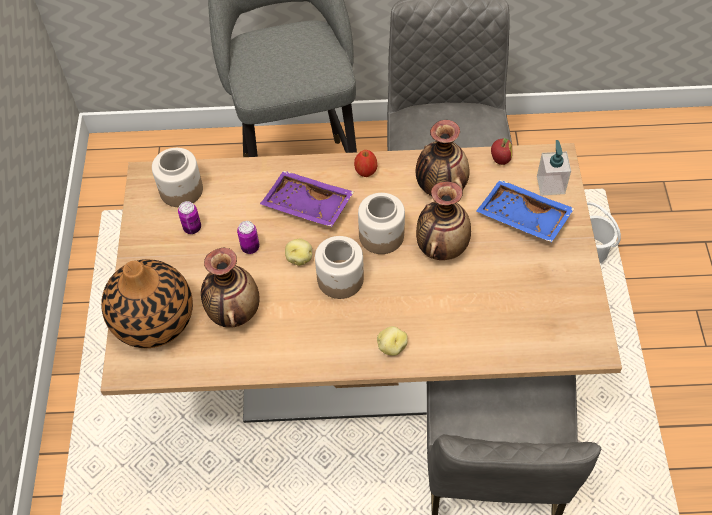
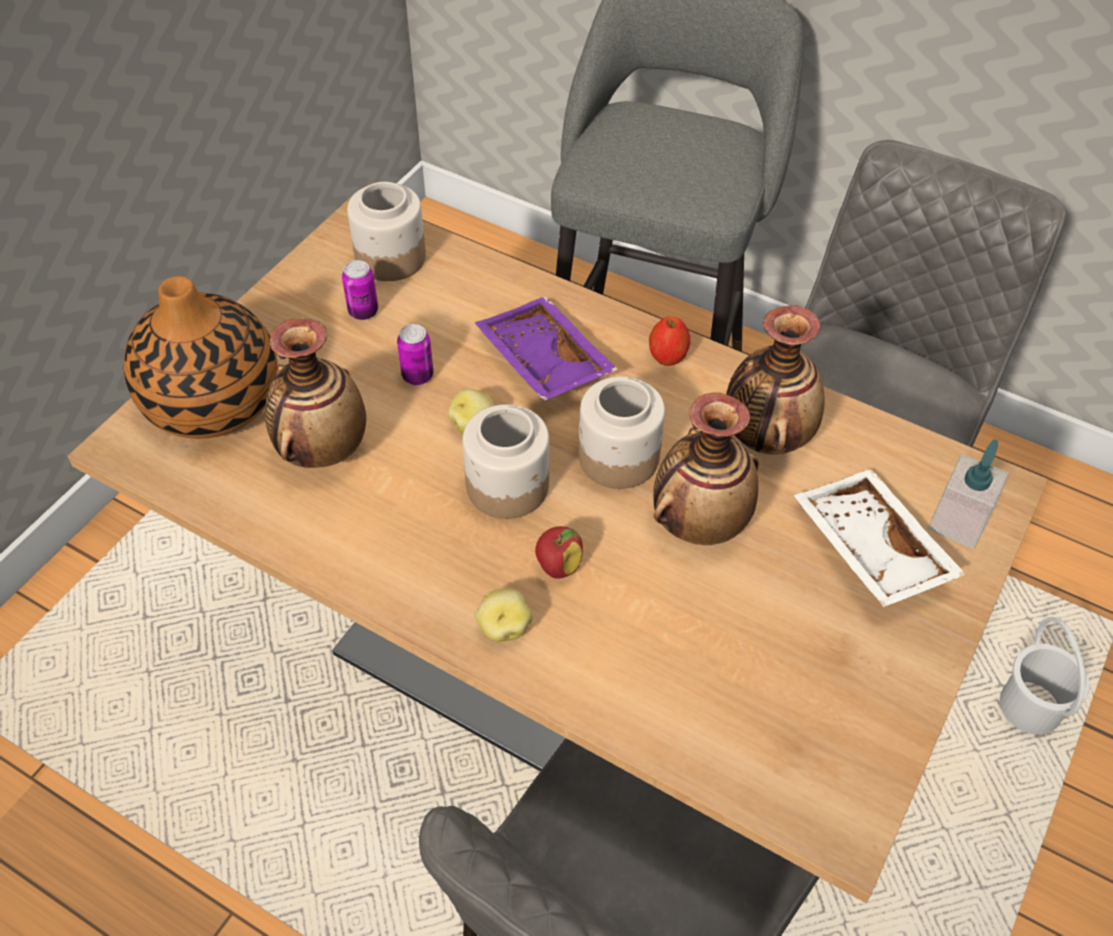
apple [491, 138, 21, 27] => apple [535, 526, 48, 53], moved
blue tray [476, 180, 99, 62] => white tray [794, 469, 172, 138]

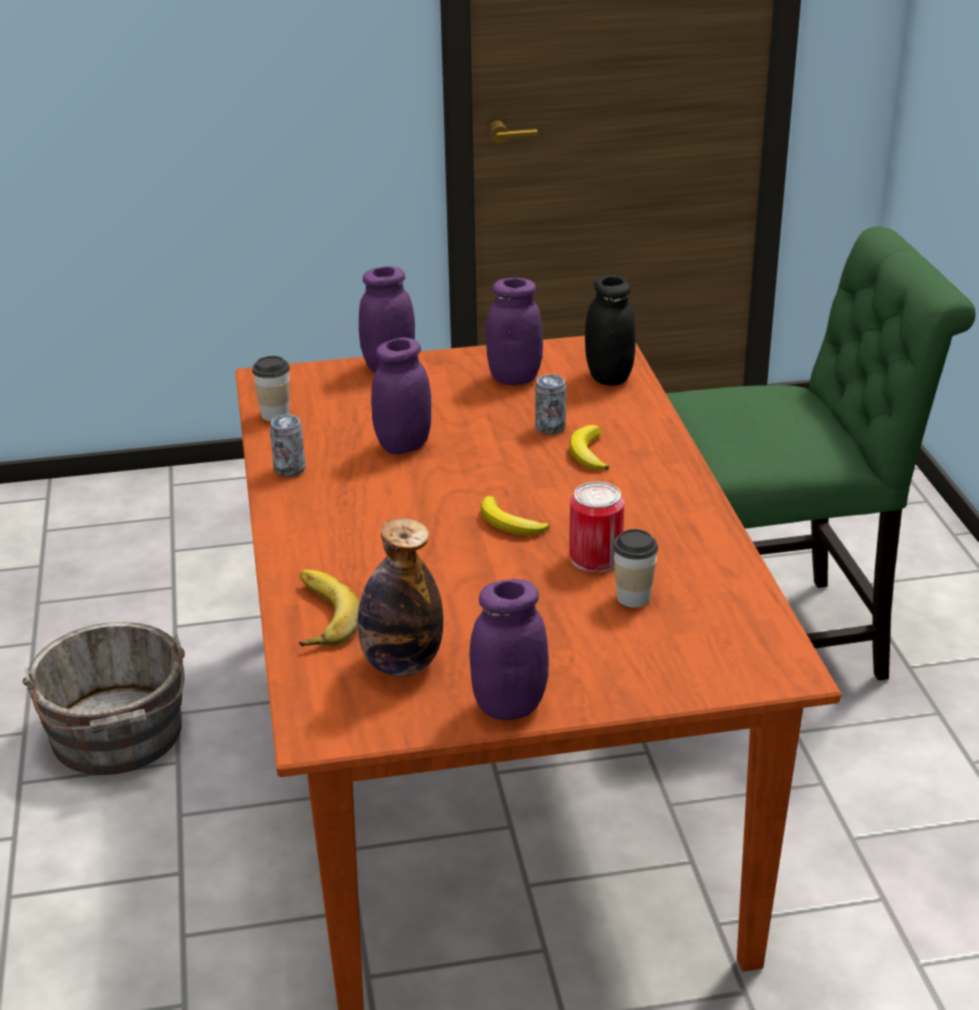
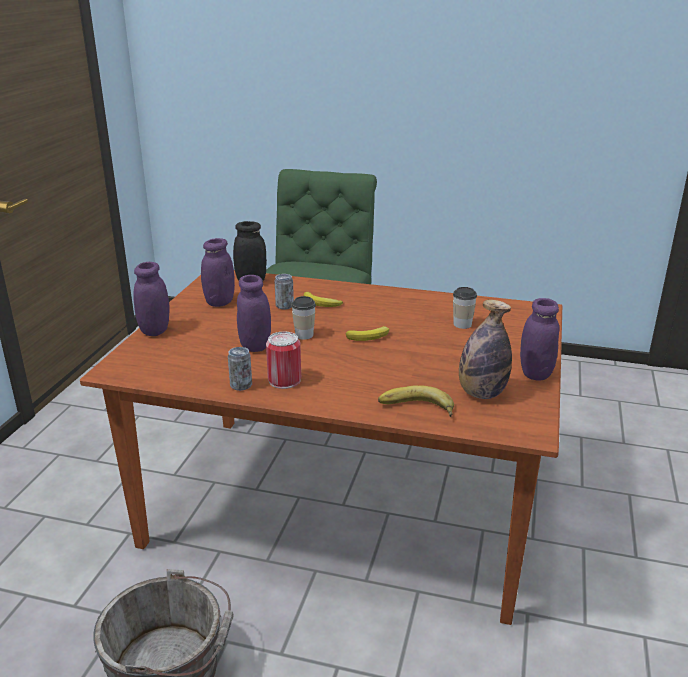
cup [252, 356, 38, 65] => cup [291, 296, 25, 44], moved
can [569, 482, 55, 91] => can [266, 332, 35, 57], moved

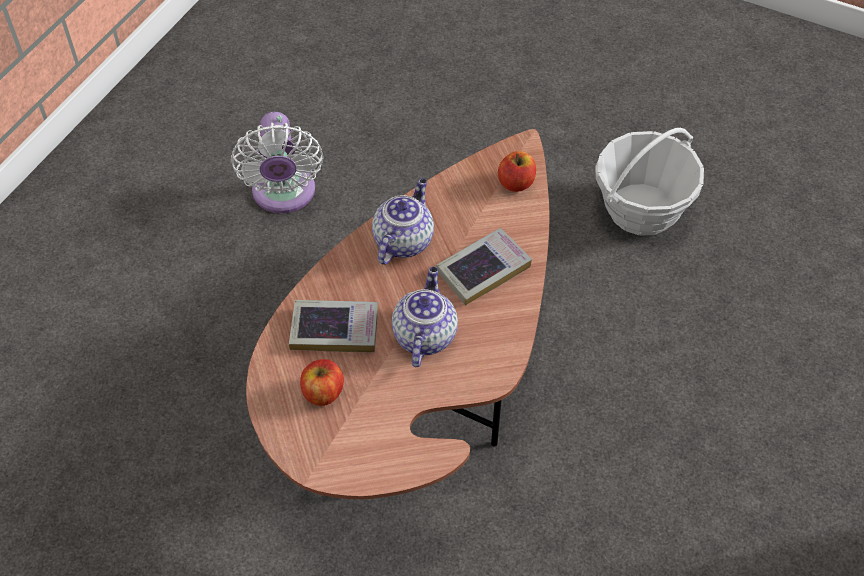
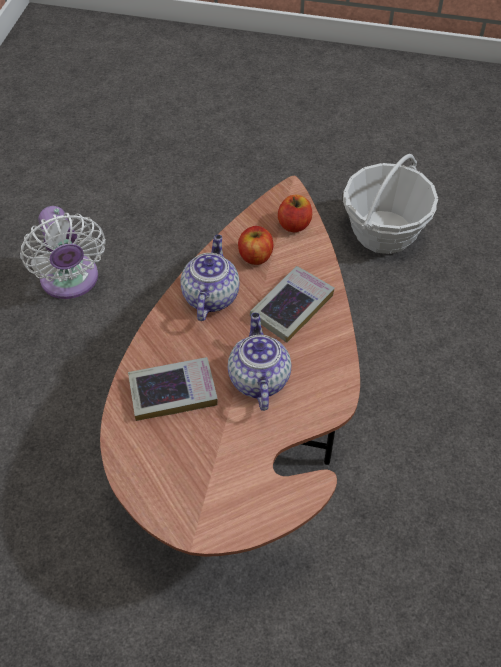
apple [300, 359, 44, 47] => apple [238, 226, 35, 39], moved

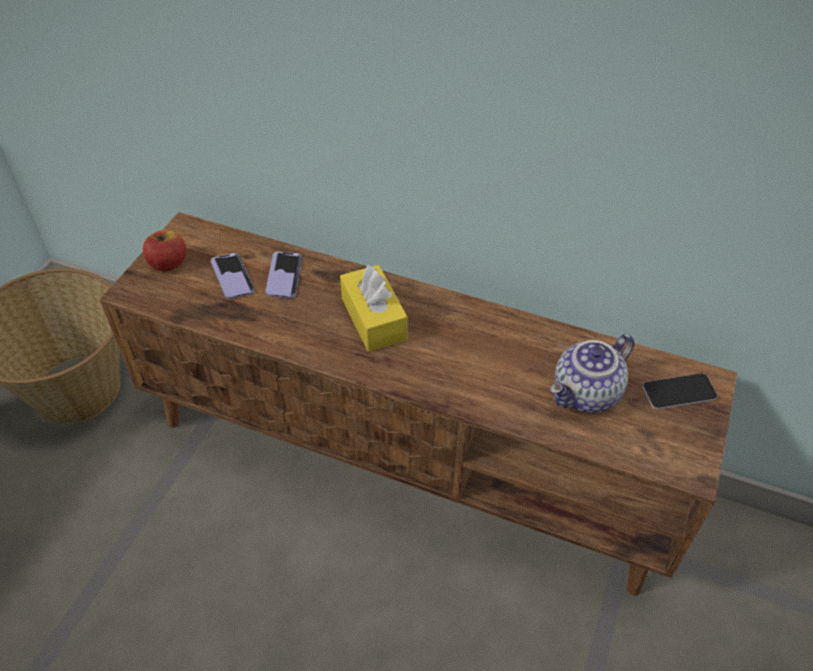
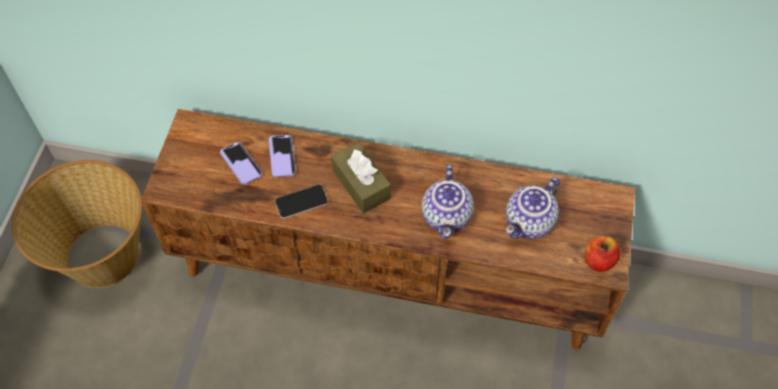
nothing => teapot [422, 165, 52, 74]
apple [143, 230, 44, 41] => apple [585, 236, 35, 36], moved
phone [642, 373, 76, 37] => phone [275, 184, 53, 35], moved
yellow tissue box [340, 264, 68, 88] => brown tissue box [331, 142, 60, 71]

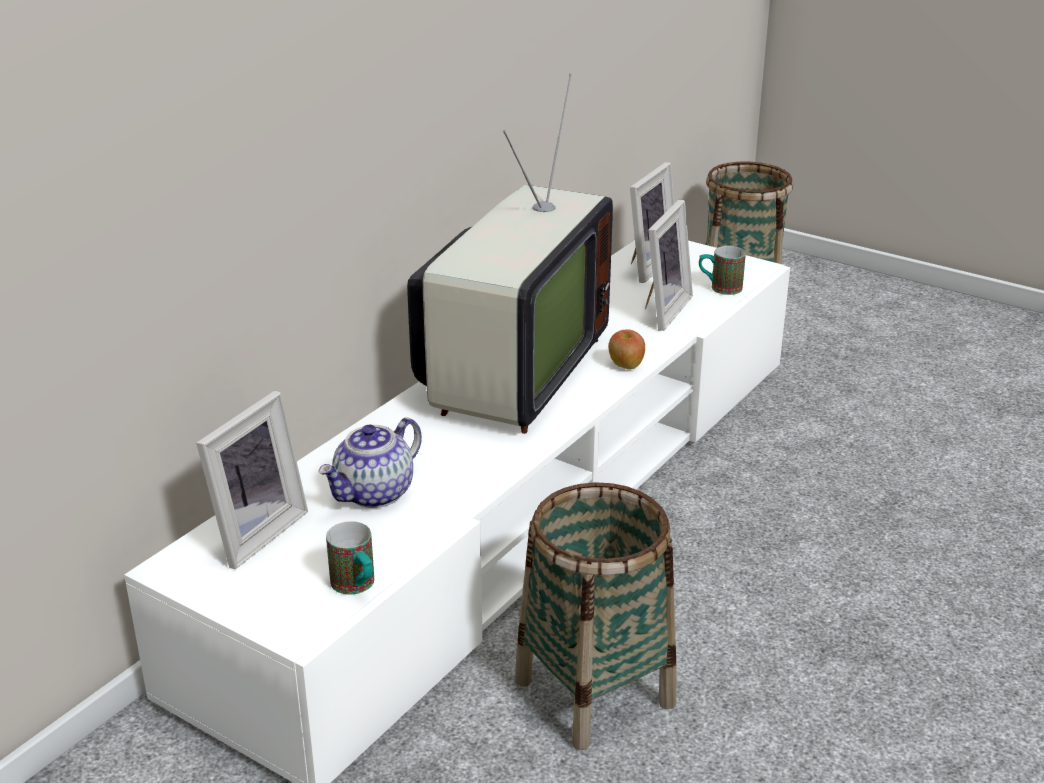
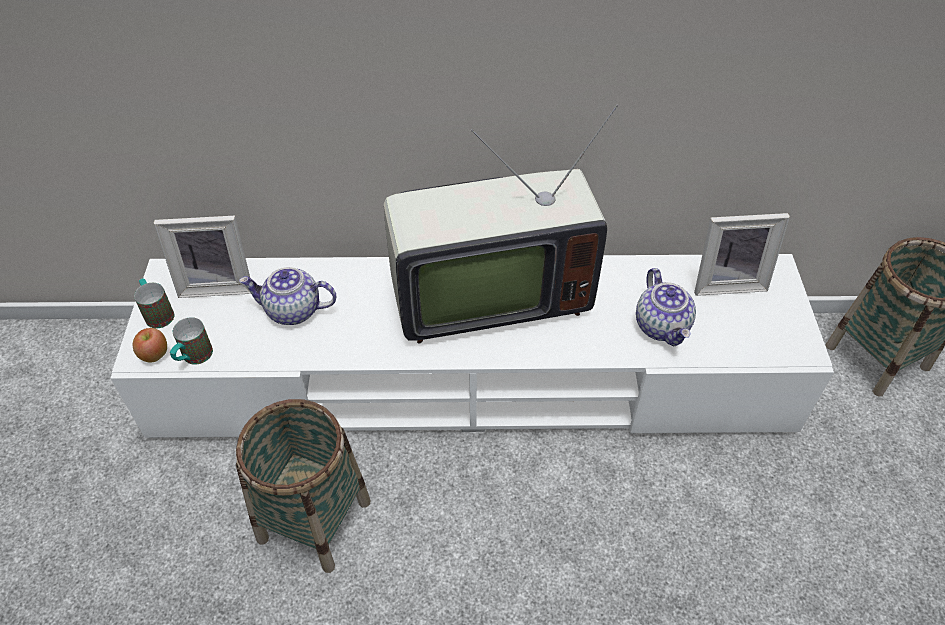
apple [609, 330, 36, 39] => apple [133, 328, 34, 35], moved
mug [699, 246, 47, 49] => mug [134, 278, 40, 50], moved
picture frame [645, 200, 48, 131] => teapot [636, 268, 60, 78]

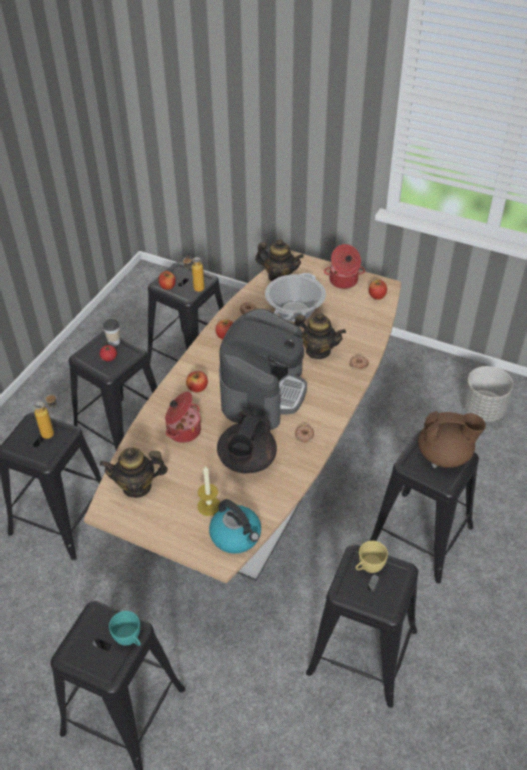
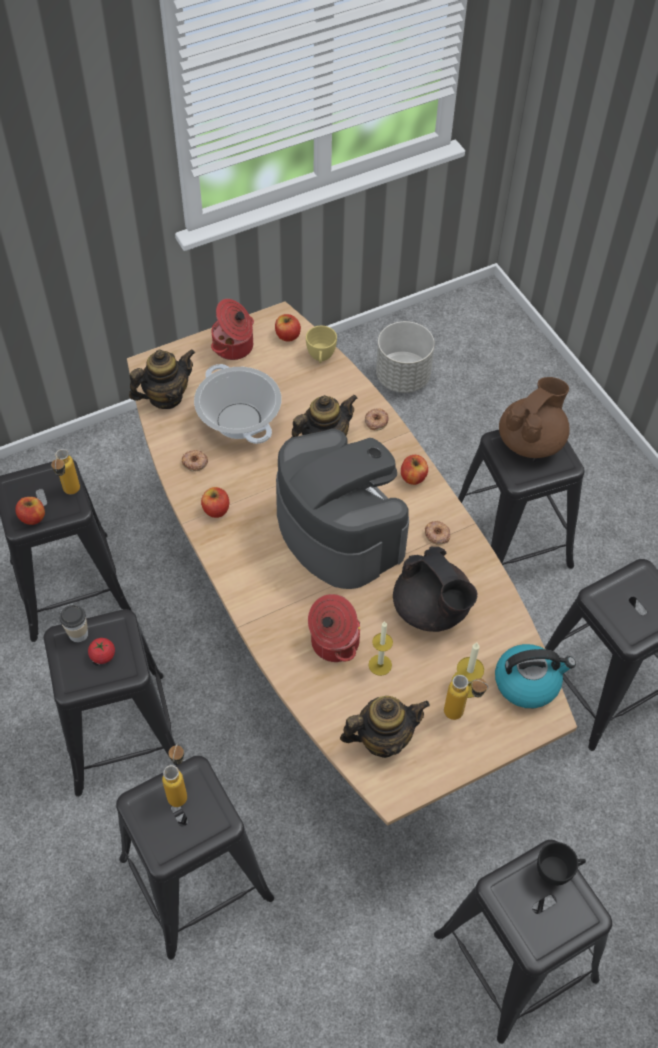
nothing => candle [368, 622, 25, 54]
nothing => bottle [444, 675, 44, 45]
apple [186, 371, 22, 21] => apple [401, 455, 27, 30], moved
yellow cup [355, 541, 33, 32] => yellow cup [306, 326, 31, 37], moved
turquoise cup [109, 611, 32, 35] => black cup [537, 842, 49, 44]
teapot [100, 448, 68, 50] => teapot [340, 696, 90, 62], 135 degrees counterclockwise

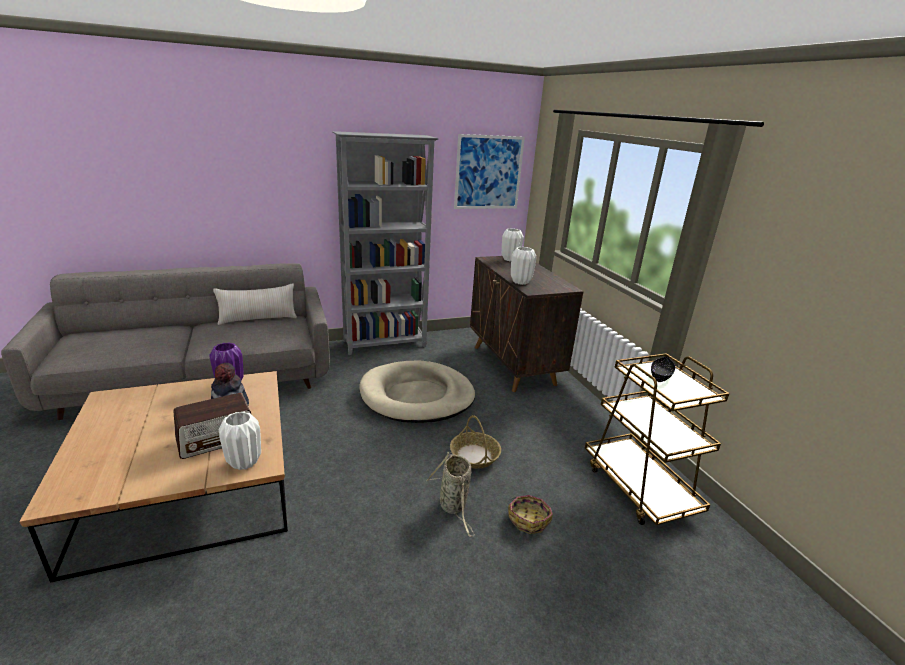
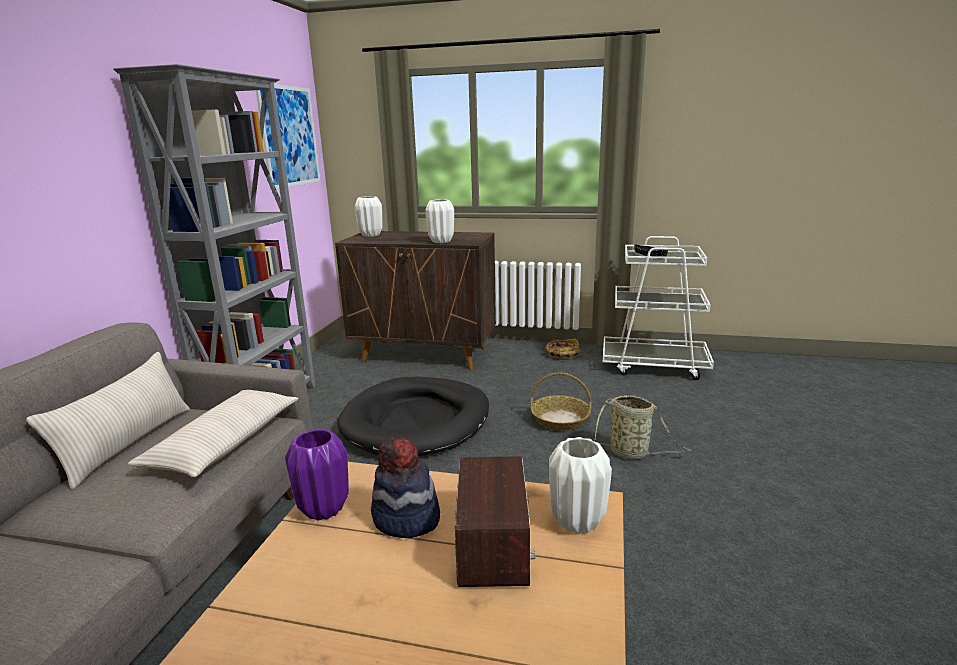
nothing => beige pillow [128, 390, 171, 87]
basket [508, 495, 45, 39] => basket [541, 339, 39, 21], moved
beige dog bed [359, 361, 116, 62] => black dog bed [337, 377, 152, 79]
brown cart [585, 353, 145, 172] => white cart [603, 236, 111, 144]

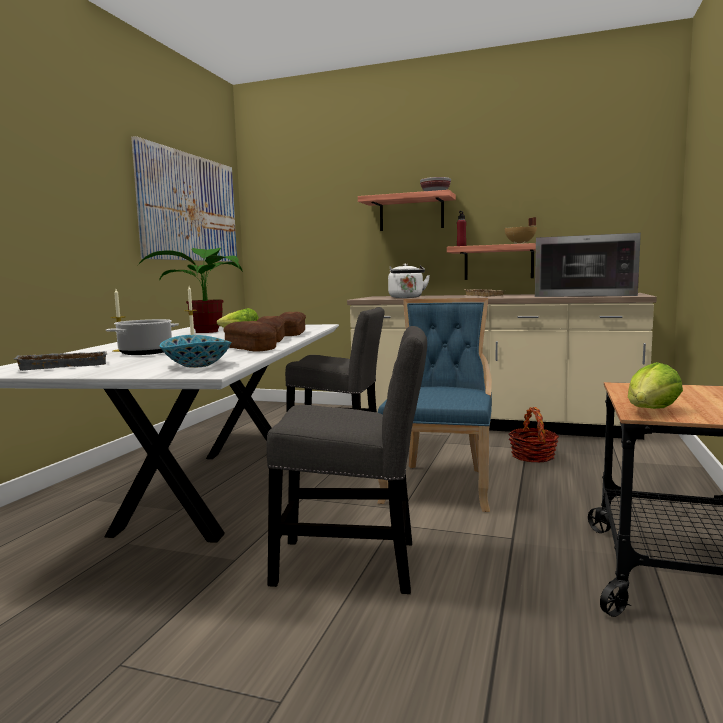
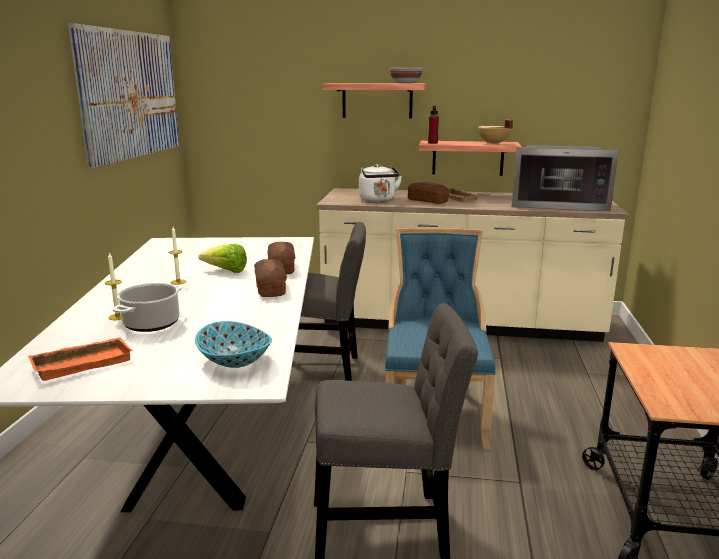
potted plant [138, 248, 105, 85] => nothing
basket [508, 407, 51, 56] => nothing
lettuce [628, 362, 55, 47] => nothing
bread [224, 321, 53, 31] => bread [408, 182, 41, 22], moved
grey tray [14, 351, 94, 20] => orange tray [28, 337, 104, 44]

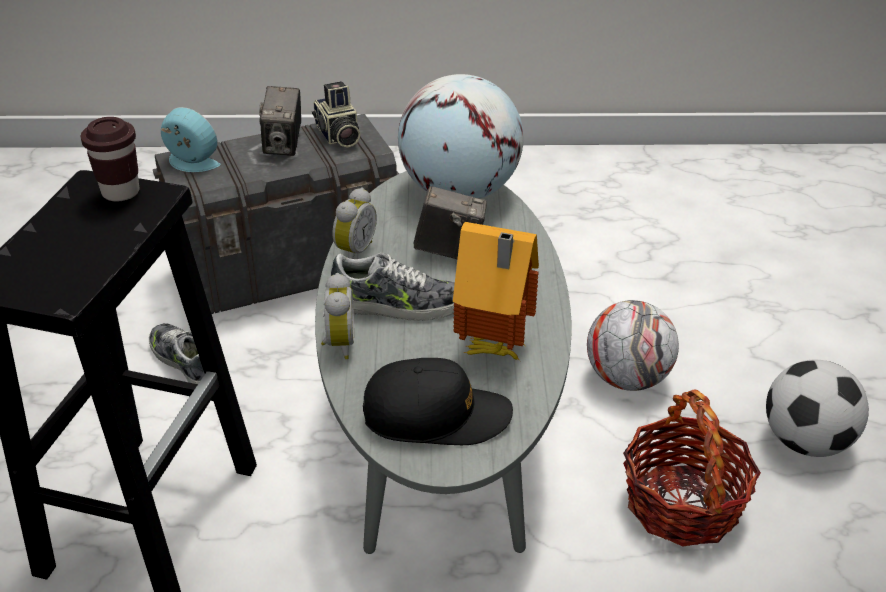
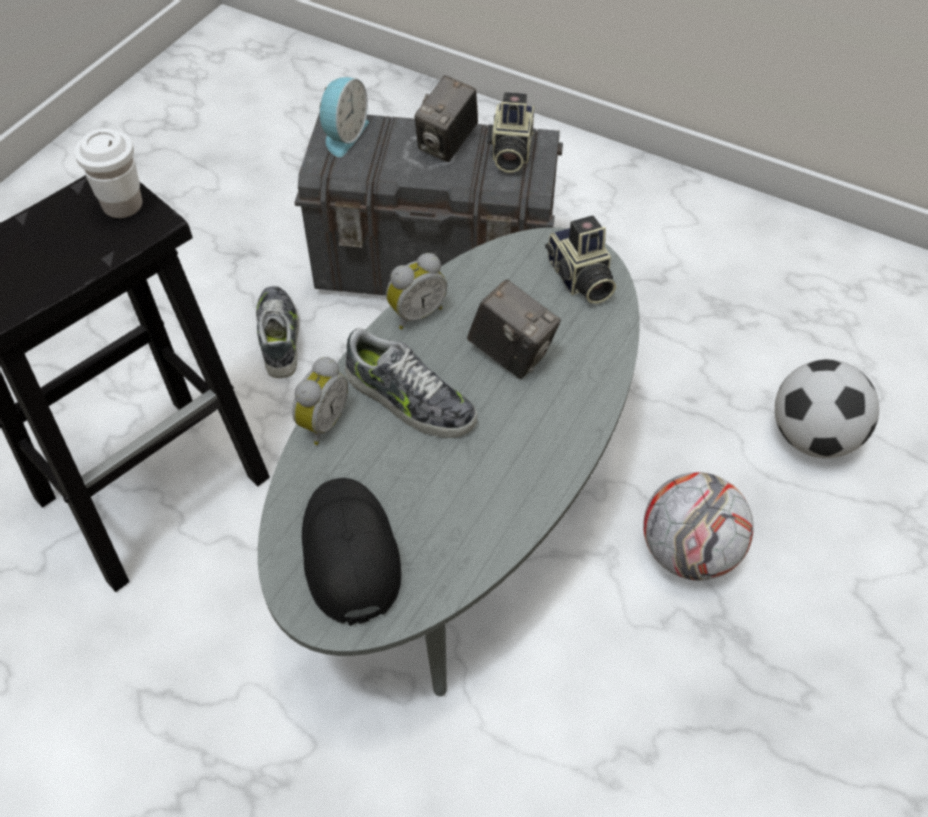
toy house [453, 222, 86, 139] => nothing
basket [623, 389, 138, 158] => nothing
football [766, 360, 103, 97] => football [775, 359, 104, 99], moved
globe [398, 74, 126, 125] => photo camera [545, 215, 71, 89]
brown cup [80, 117, 59, 85] => white cup [74, 128, 68, 90]
alarm clock [161, 107, 60, 65] => alarm clock [320, 77, 49, 80], 60 degrees clockwise
black cap [363, 358, 150, 87] => black cap [302, 478, 99, 148], 135 degrees counterclockwise

